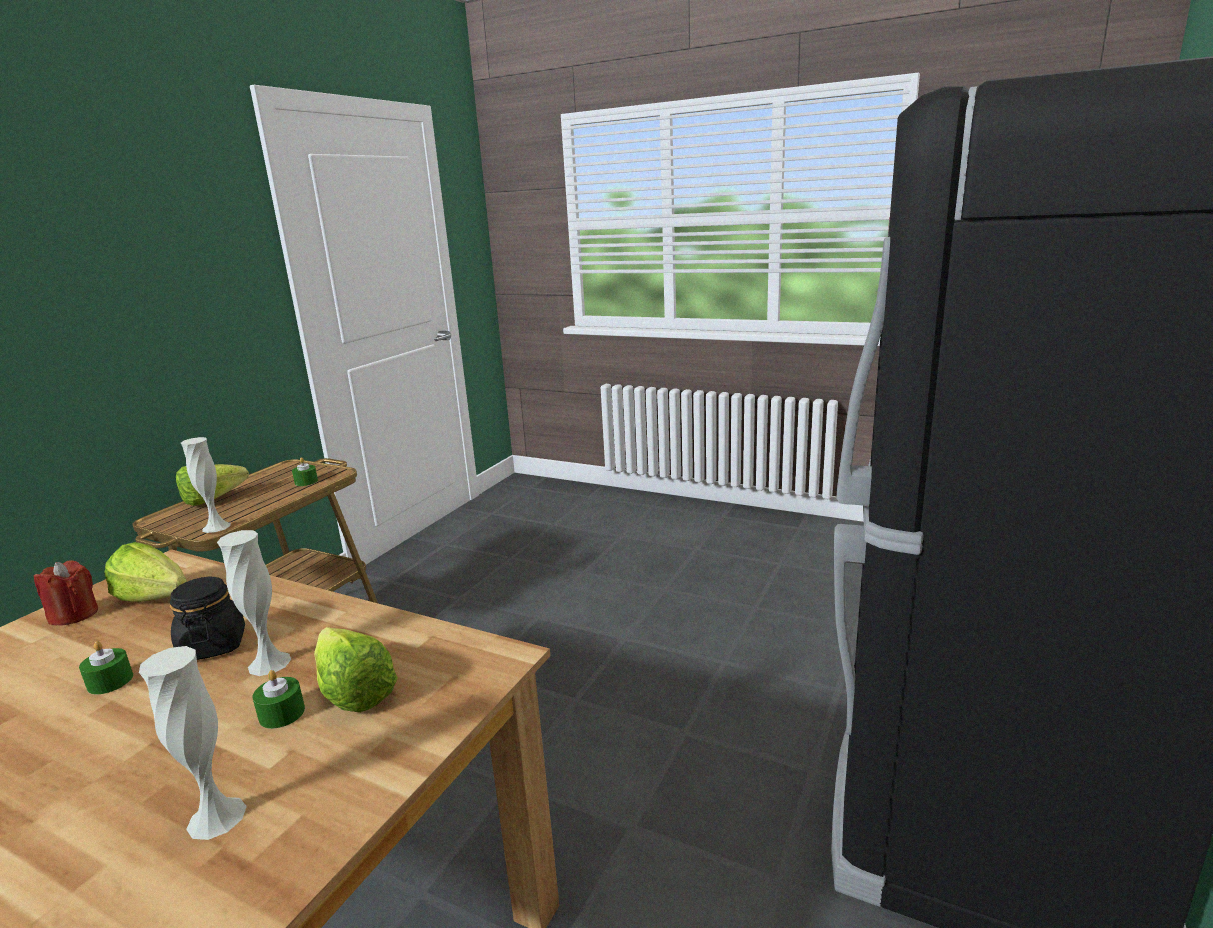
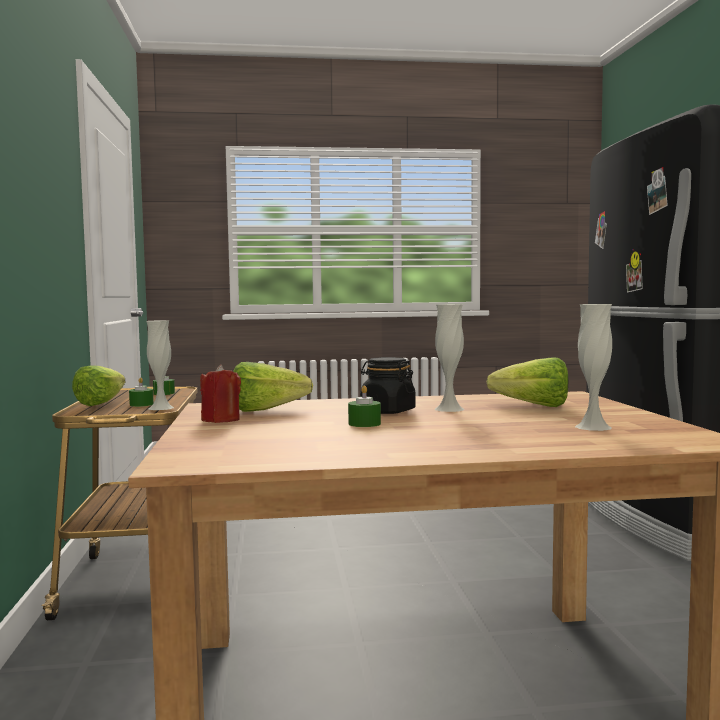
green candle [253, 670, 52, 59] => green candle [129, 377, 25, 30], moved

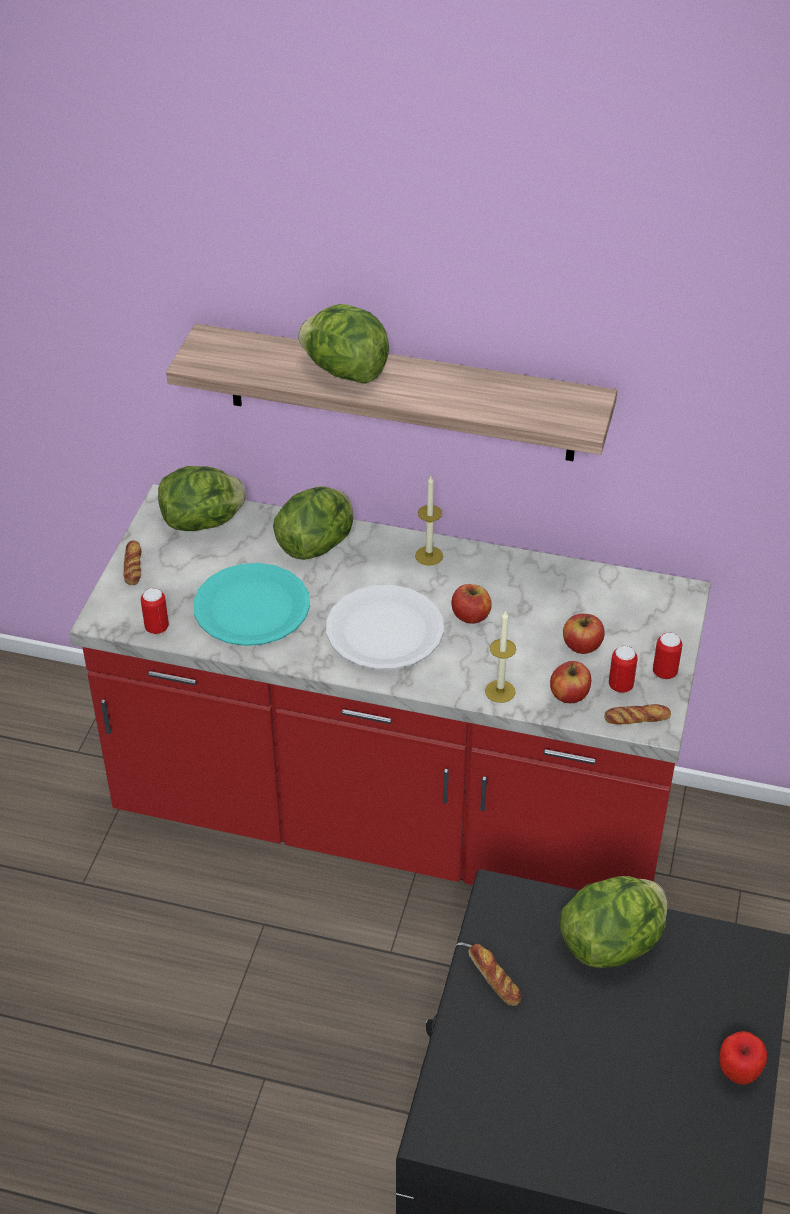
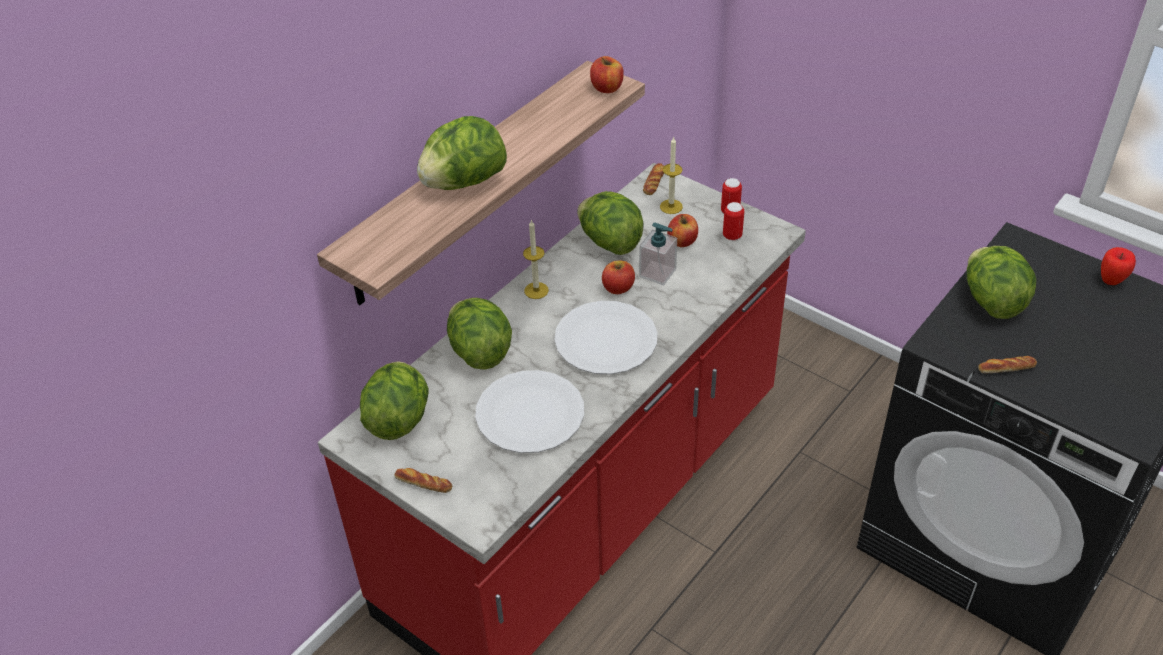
can [141, 588, 28, 47] => nothing
nothing => lettuce [577, 191, 67, 64]
nothing => soap dispenser [639, 223, 38, 63]
candle [485, 610, 31, 93] => candle [660, 136, 23, 78], moved
apple [550, 661, 41, 42] => apple [590, 56, 33, 37], moved
bread [605, 704, 66, 21] => bread [643, 163, 21, 32], moved
turquoise plate [193, 563, 117, 83] => white plate [475, 370, 109, 83]

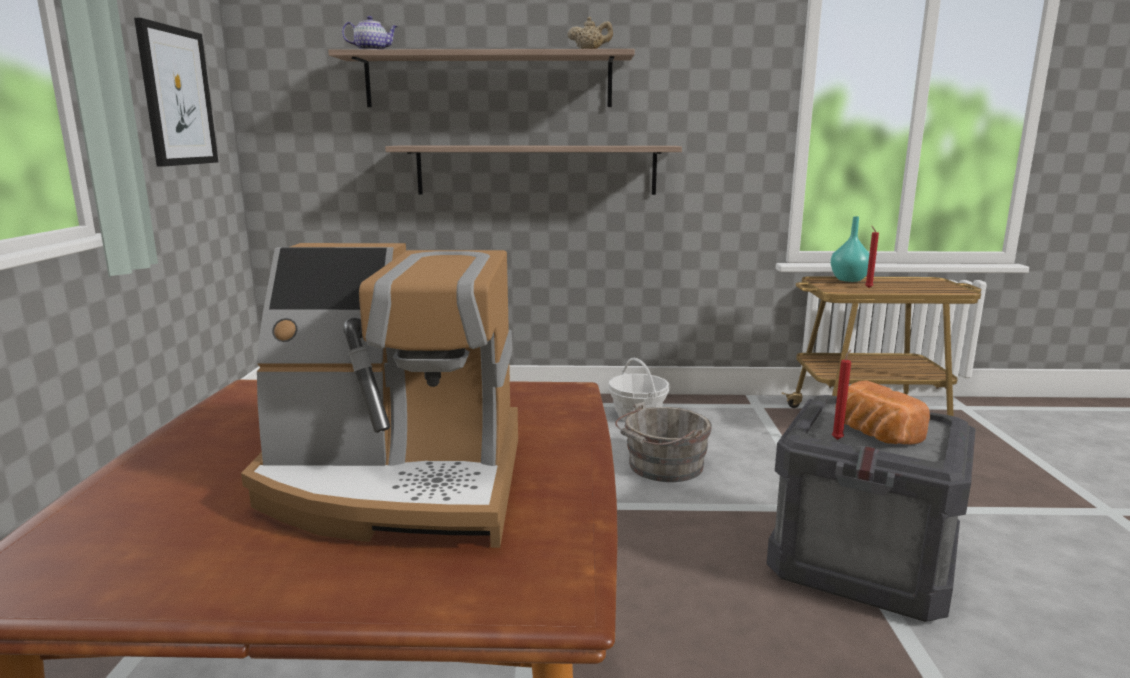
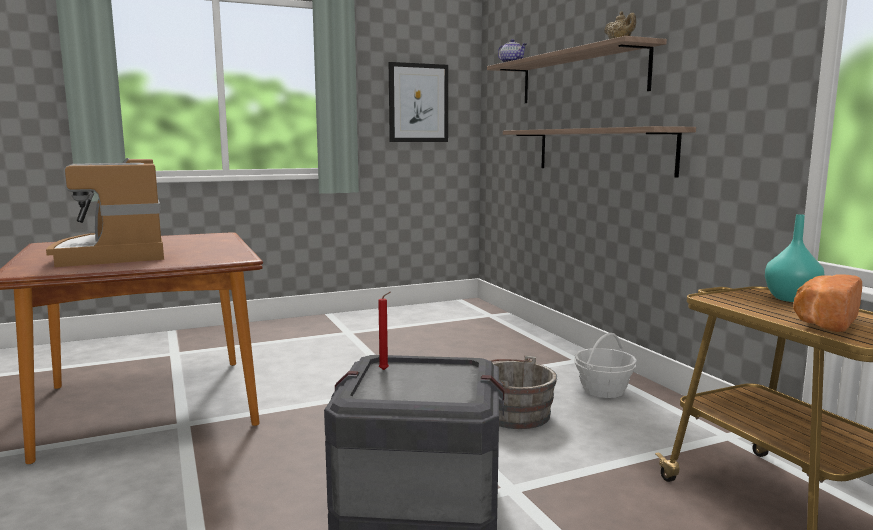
red candle [865, 226, 14, 62] => nothing
bread [835, 380, 95, 65] => bread [793, 274, 69, 58], moved

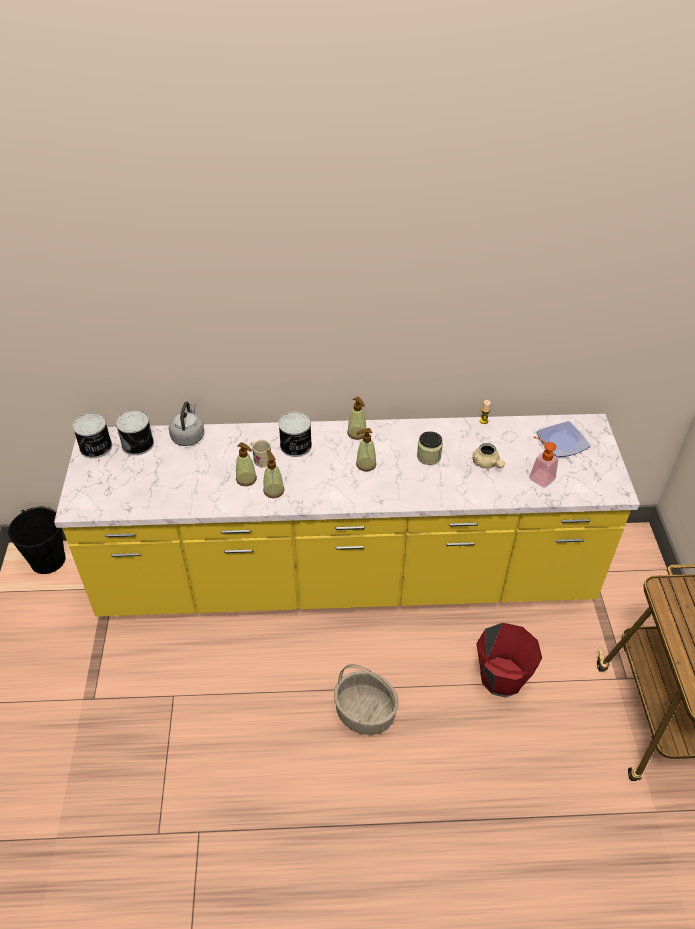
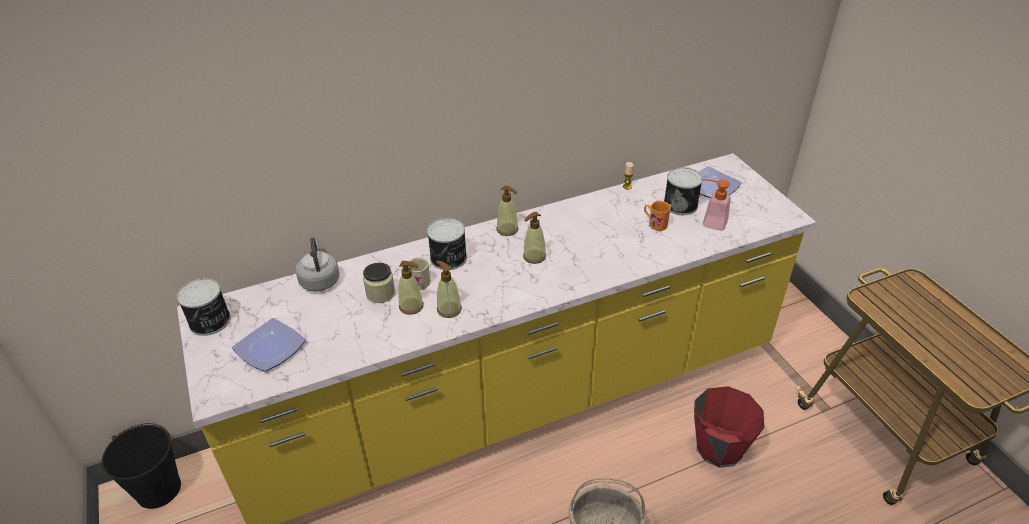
nothing => plate [232, 318, 74, 54]
can [116, 410, 38, 45] => can [664, 167, 39, 48], moved
jar [417, 431, 26, 34] => jar [363, 262, 32, 41], moved
beige teapot [472, 443, 33, 25] => orange mug [644, 200, 27, 31]

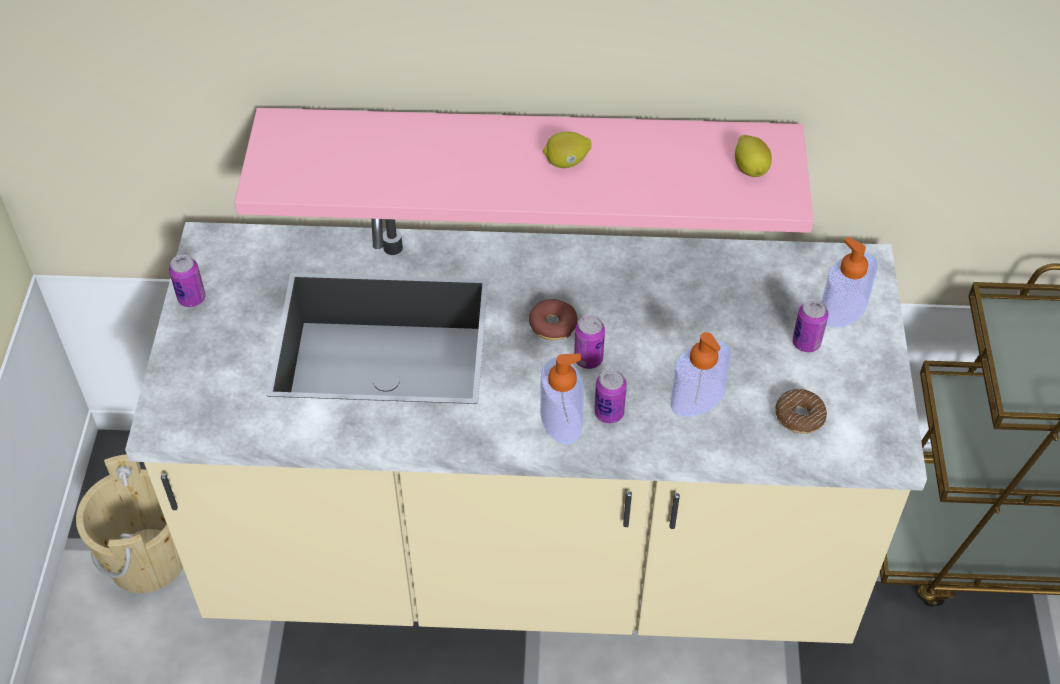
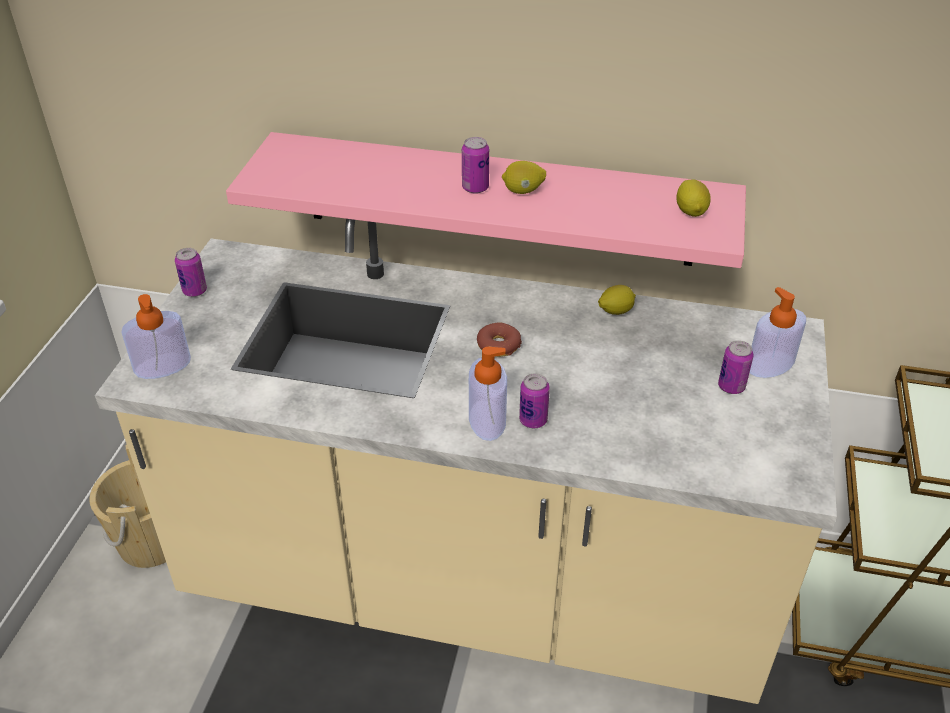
donut [775, 389, 52, 45] => nothing
nothing => lemon [598, 285, 38, 30]
can [574, 315, 31, 54] => can [462, 137, 27, 57], moved
soap dispenser [670, 332, 61, 85] => soap dispenser [121, 294, 70, 85], moved

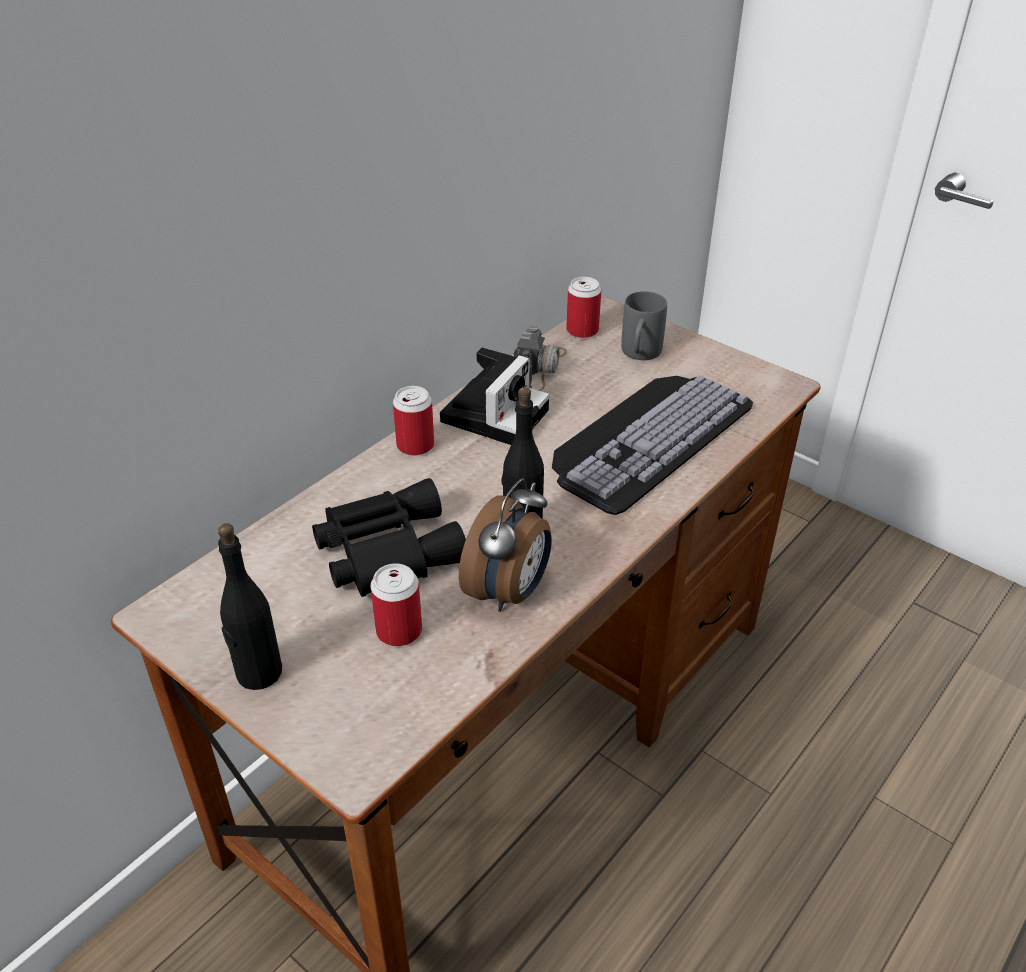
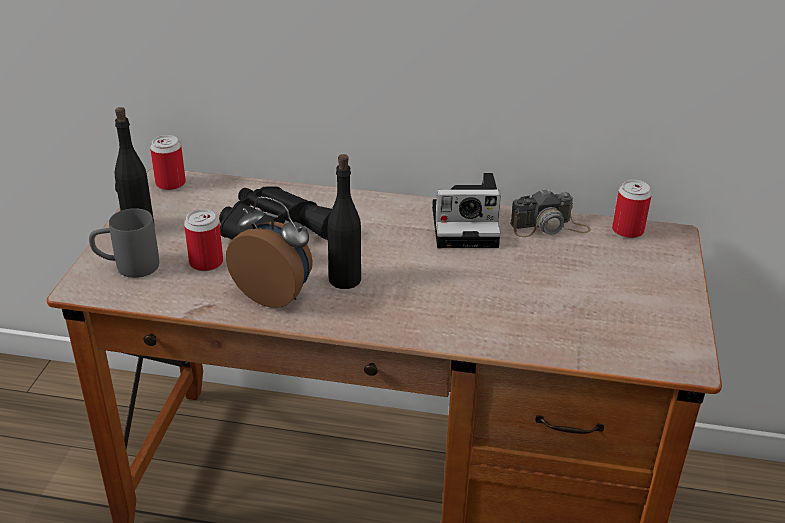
keyboard [552, 375, 201, 140] => nothing
can [393, 386, 41, 70] => can [150, 135, 36, 55], moved
grey mug [621, 291, 46, 69] => grey mug [89, 208, 70, 70], moved
alarm clock [459, 478, 93, 134] => alarm clock [226, 196, 87, 112], 150 degrees counterclockwise

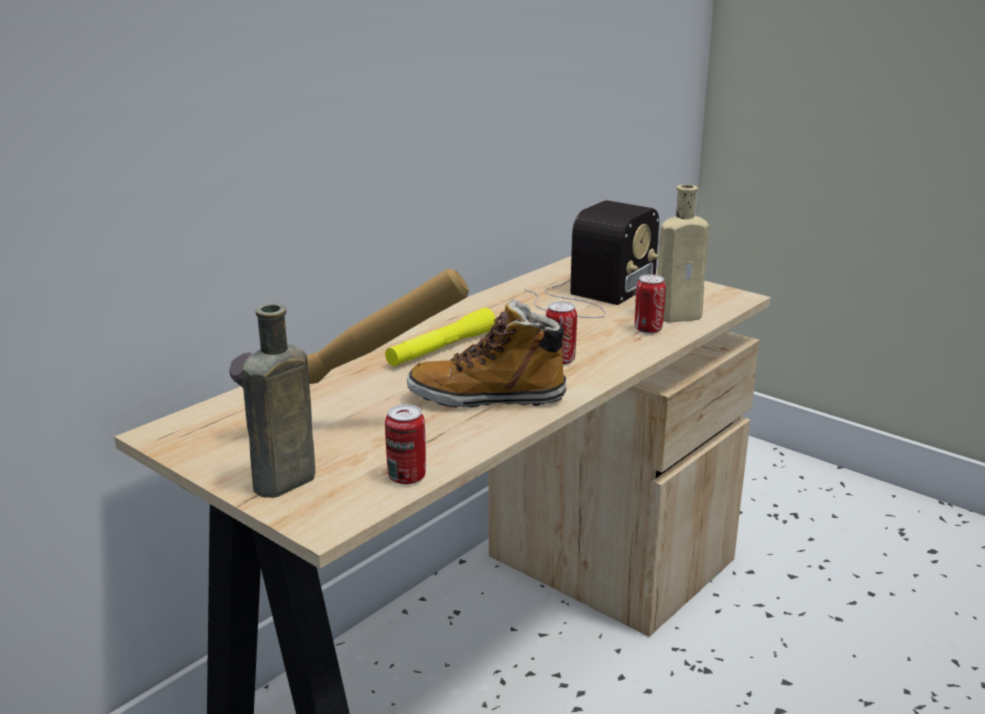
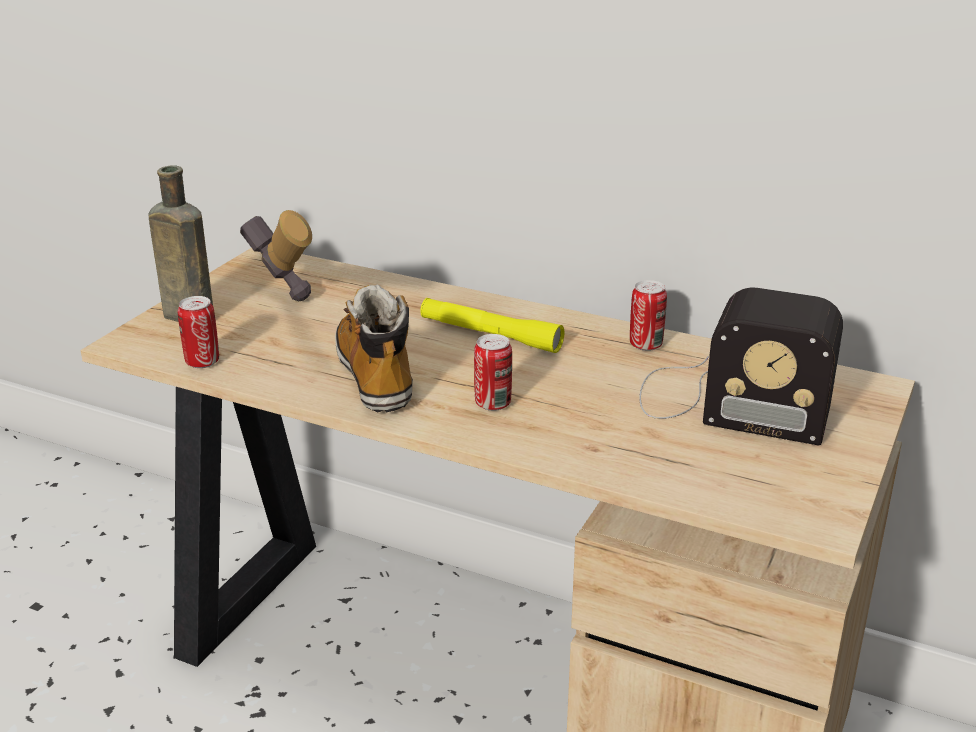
beige bottle [658, 185, 51, 137] => nothing
can [635, 274, 31, 60] => can [630, 280, 37, 71], moved

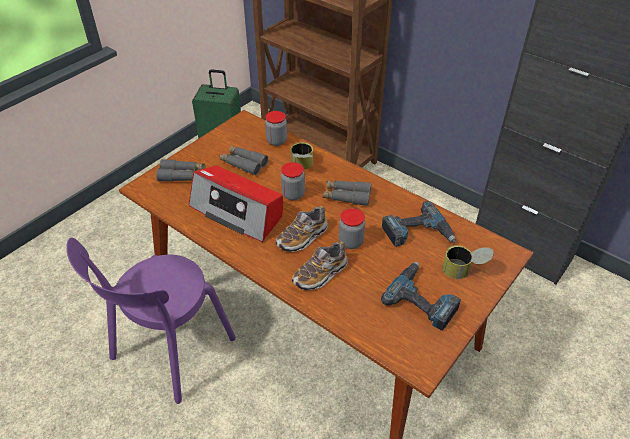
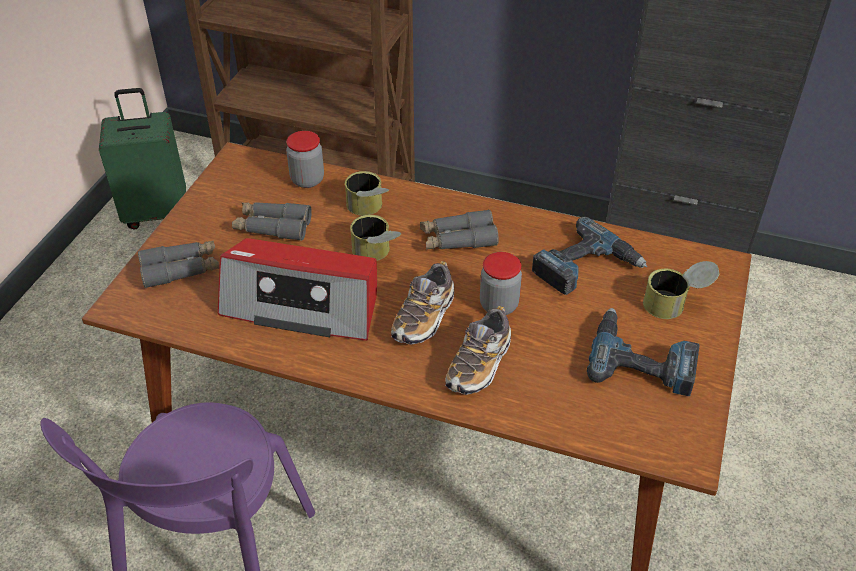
jar [281, 162, 24, 38] => can [350, 215, 51, 46]

